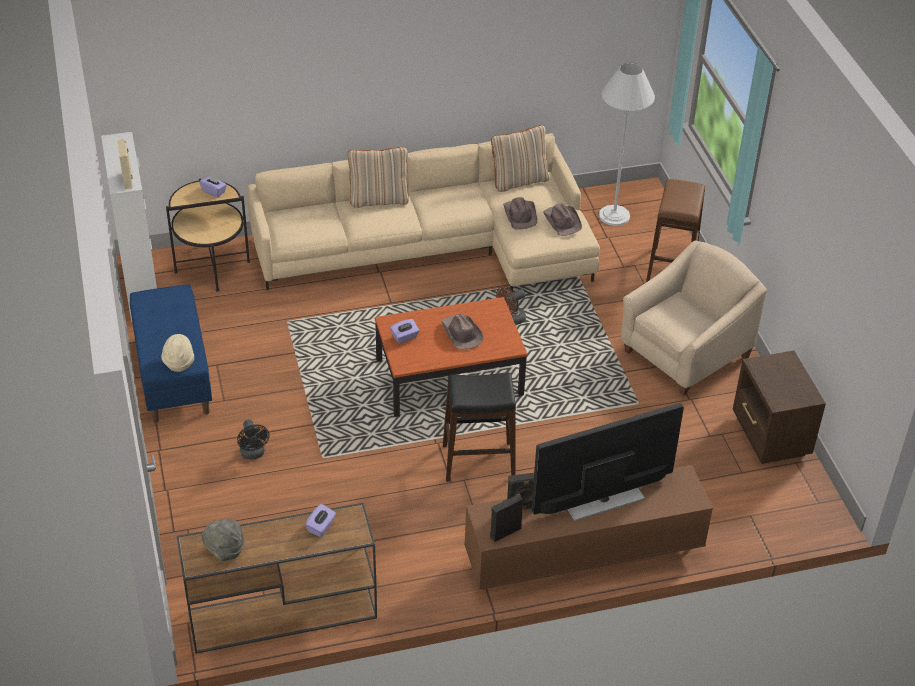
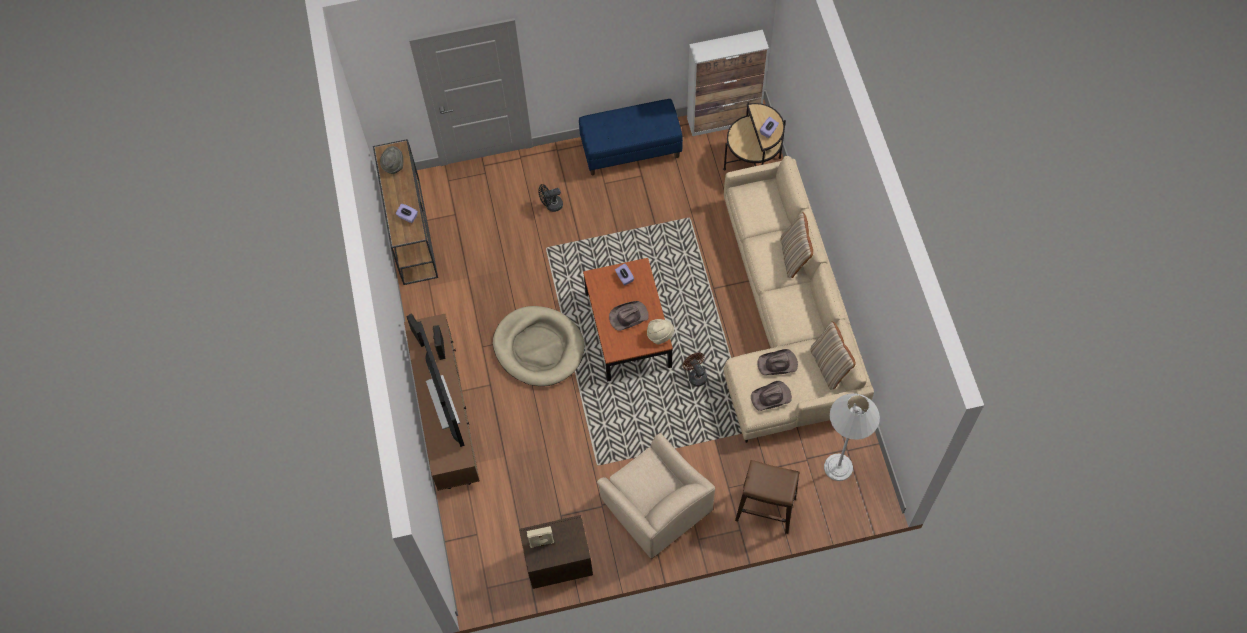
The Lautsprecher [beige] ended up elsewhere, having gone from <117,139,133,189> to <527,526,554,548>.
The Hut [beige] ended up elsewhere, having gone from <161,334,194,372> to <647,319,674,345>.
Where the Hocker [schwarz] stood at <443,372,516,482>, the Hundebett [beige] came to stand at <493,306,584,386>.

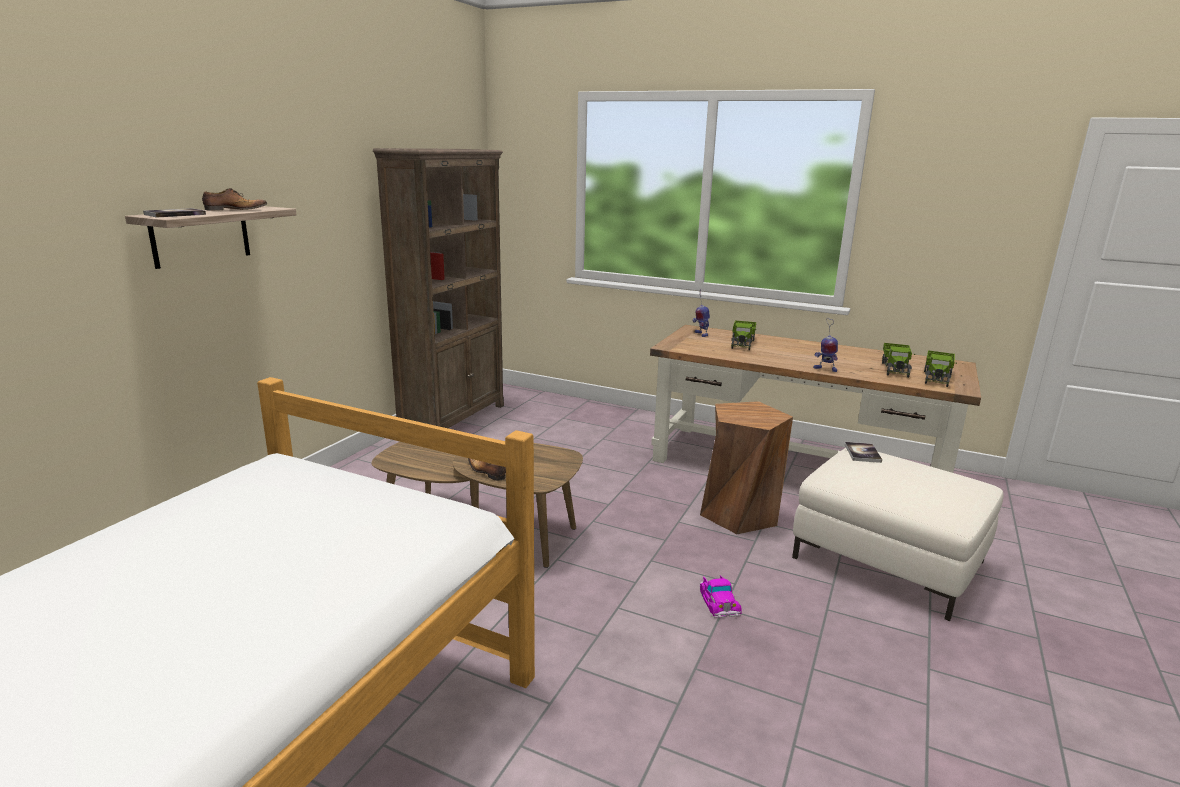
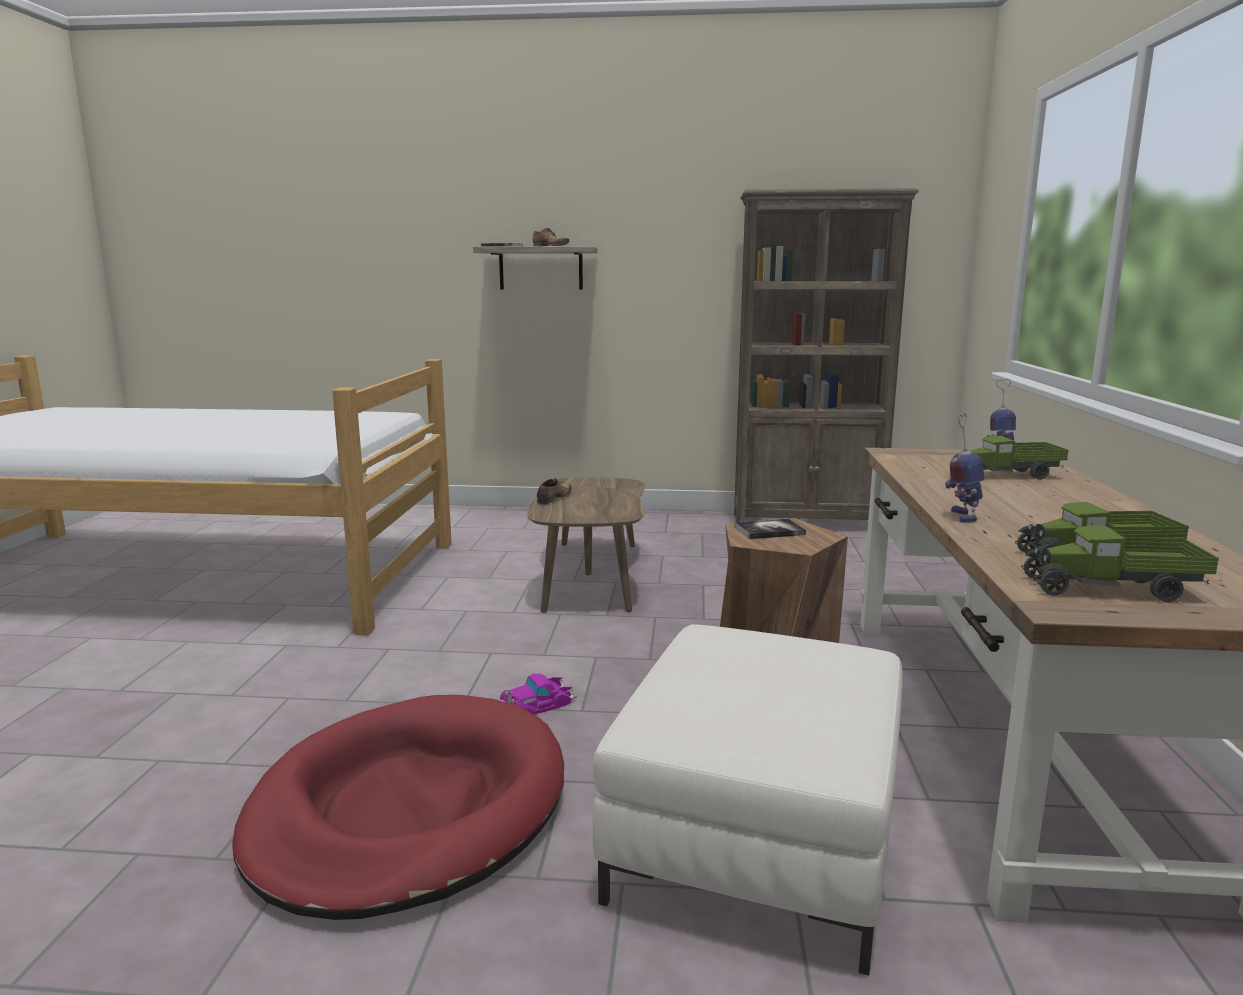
The second view gained the Hundebett [rot] at <232,695,564,920>.
The Buch ended up elsewhere, having gone from <845,442,882,463> to <735,519,806,539>.

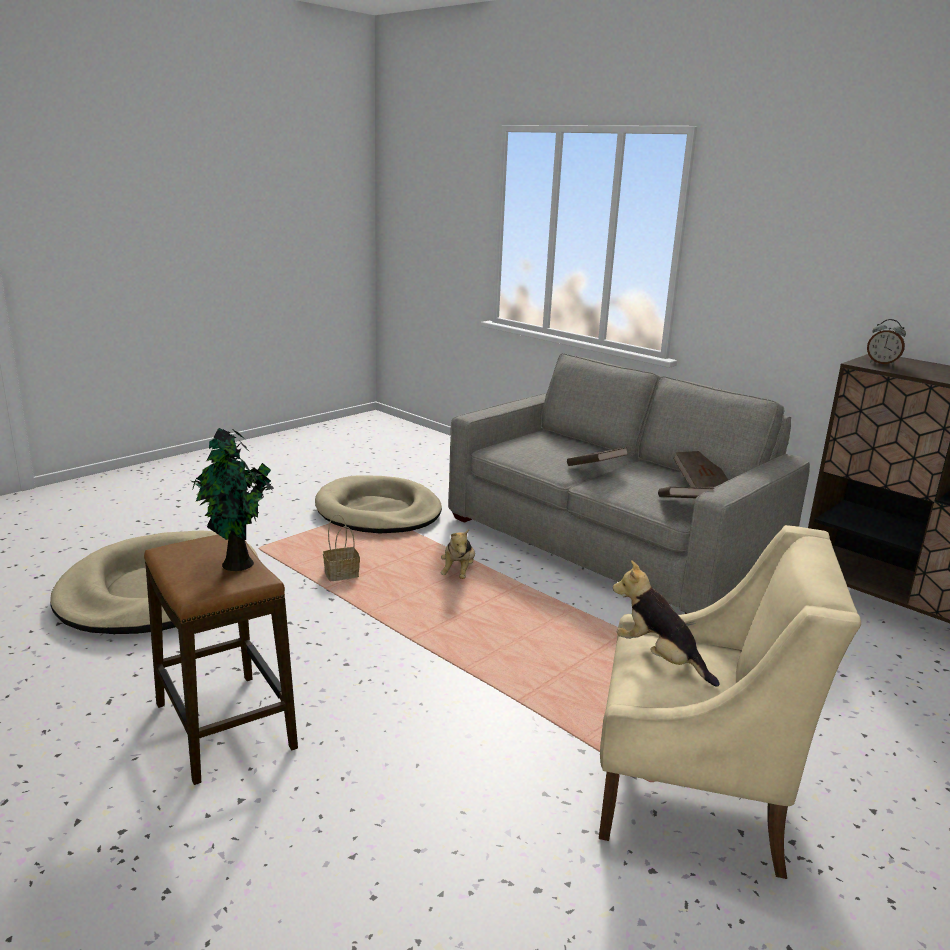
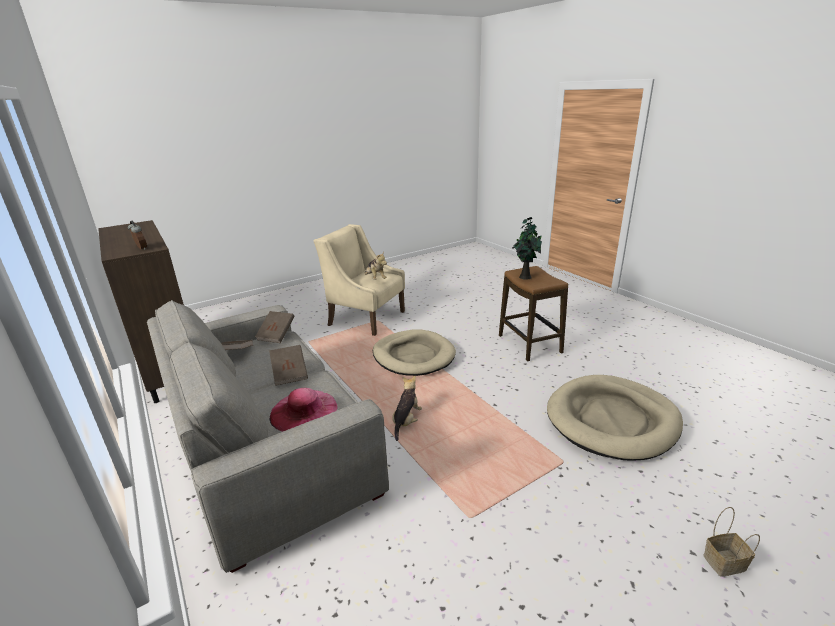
The second view gained the Hut [rosa] at <270,388,338,432>.
The Hundebett [beige] ended up elsewhere, having gone from <315,475,442,533> to <373,329,456,376>.
The Korb ended up elsewhere, having gone from <323,514,360,581> to <703,507,760,576>.

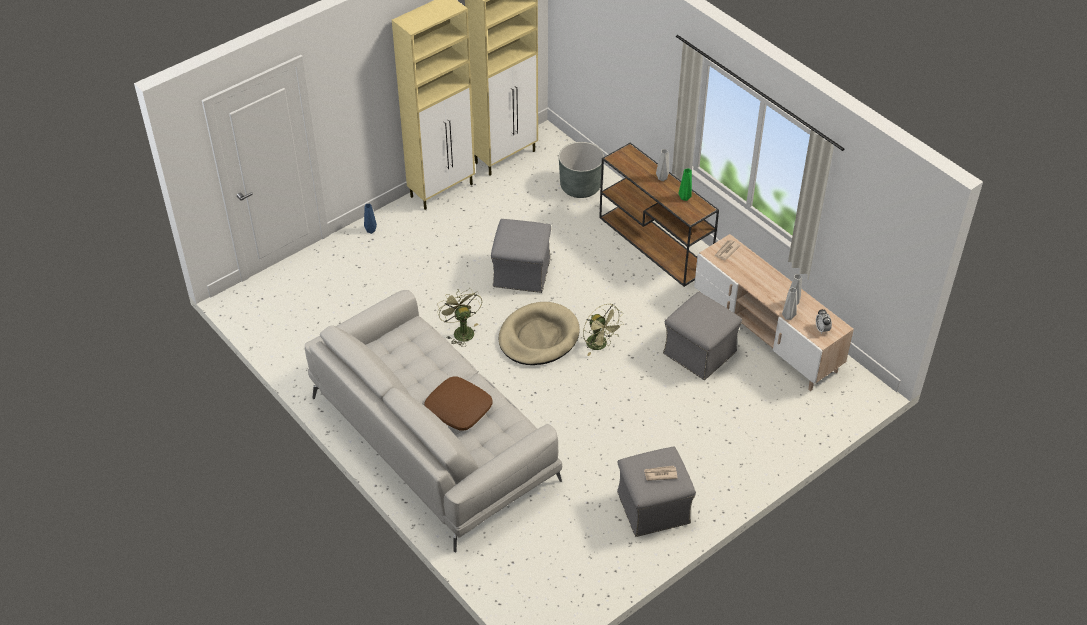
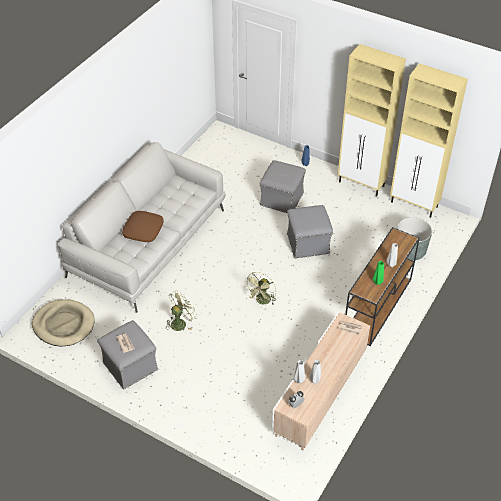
The Ventilator [grün] ended up elsewhere, having gone from <437,288,482,347> to <166,290,197,331>.
The Hundebett [beige] ended up elsewhere, having gone from <498,302,580,365> to <32,299,95,346>.
The Polsterhocker [grau] ended up elsewhere, having gone from <663,292,742,380> to <260,160,306,213>.

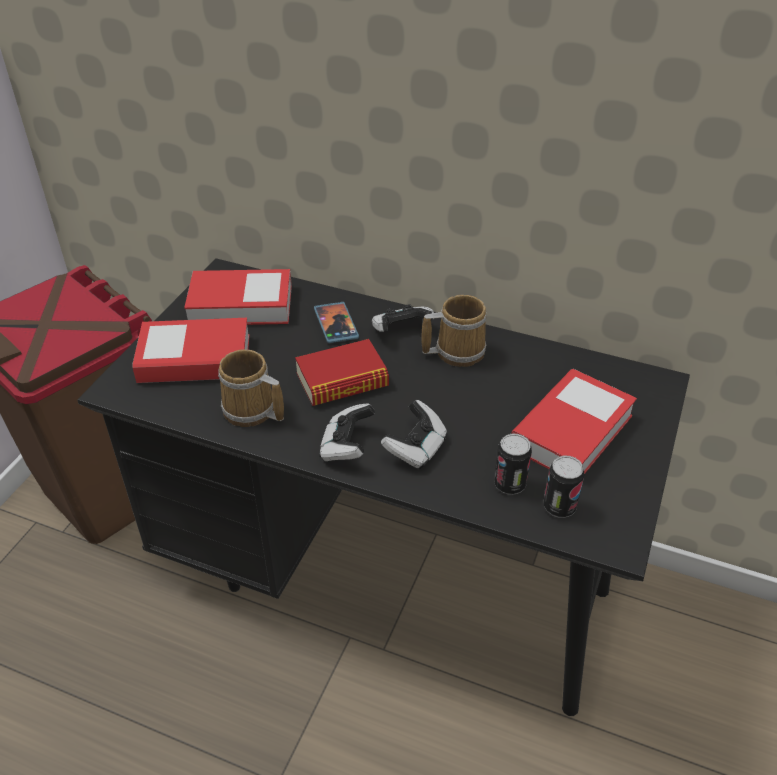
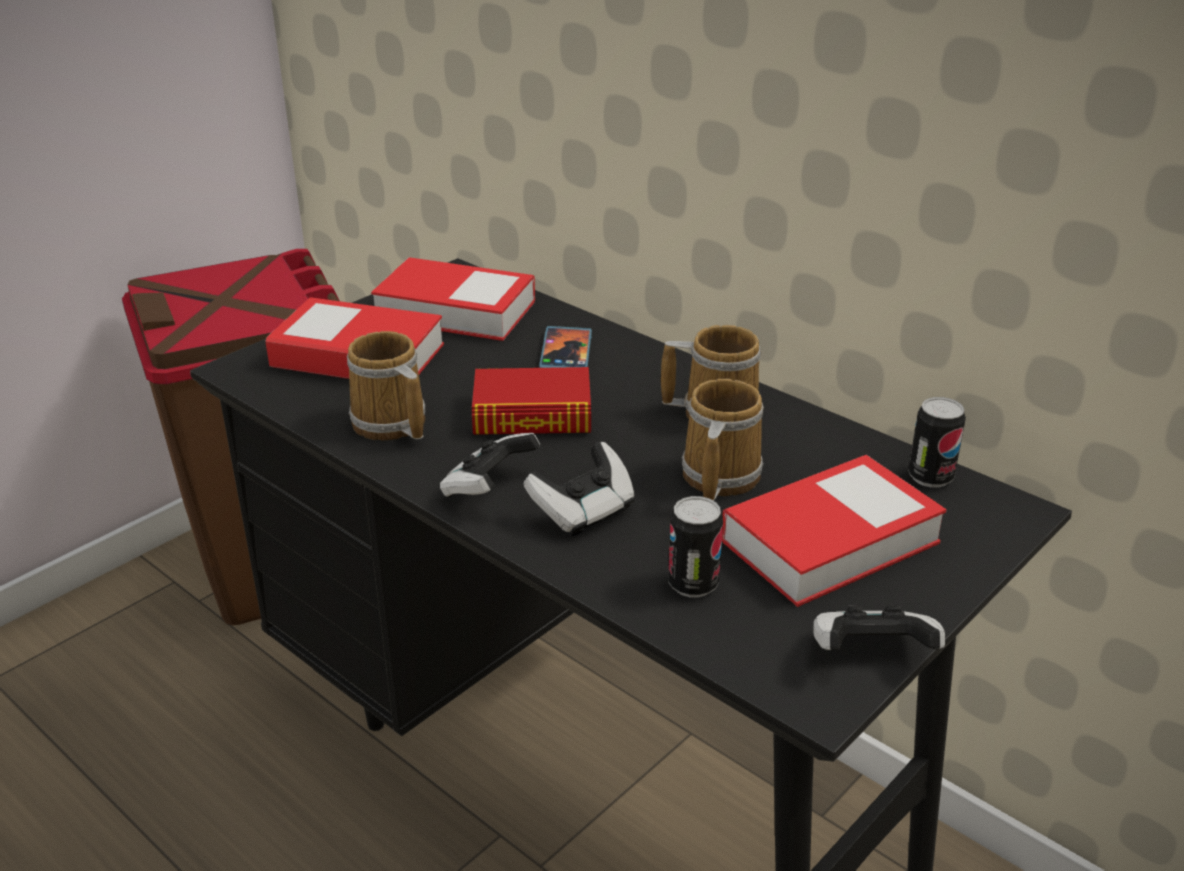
The second view gained the Henkelbecher at <682,379,764,501>.
The Gamepad ended up elsewhere, having gone from <372,304,435,332> to <813,605,945,650>.
The Dose ended up elsewhere, having gone from <543,455,585,518> to <908,397,966,487>.

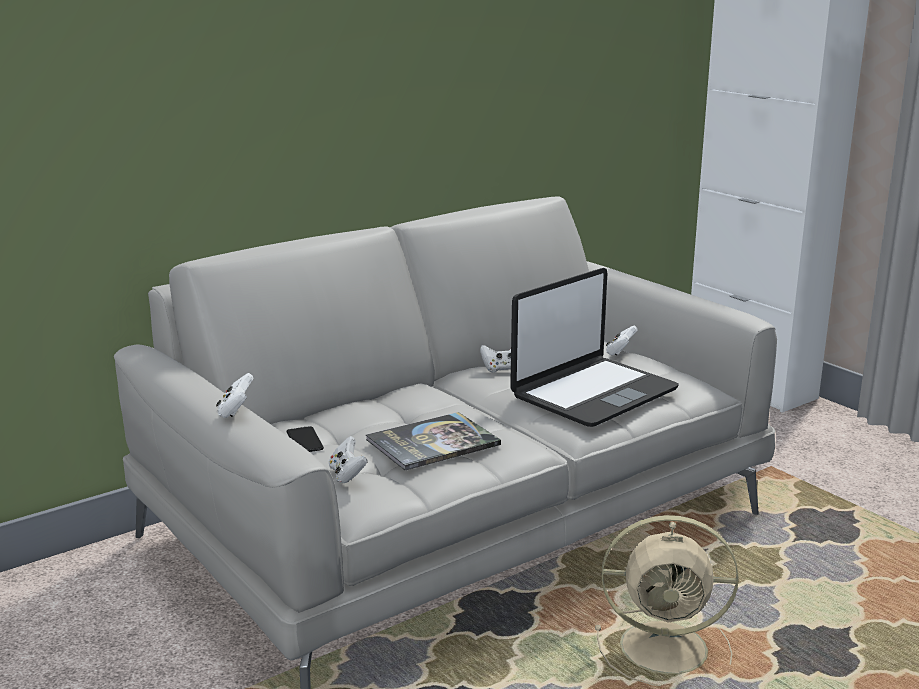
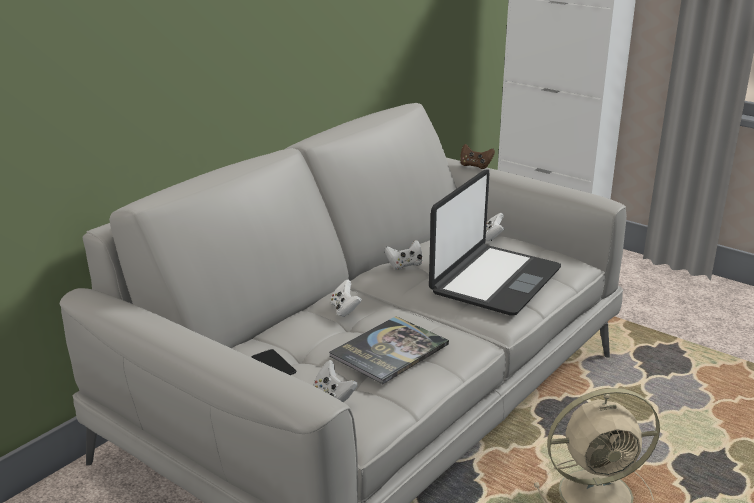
The second view gained the Gamepad [braun] at <460,144,495,169>.
The Gamepad [weiß] ended up elsewhere, having gone from <216,373,254,418> to <330,280,362,317>.

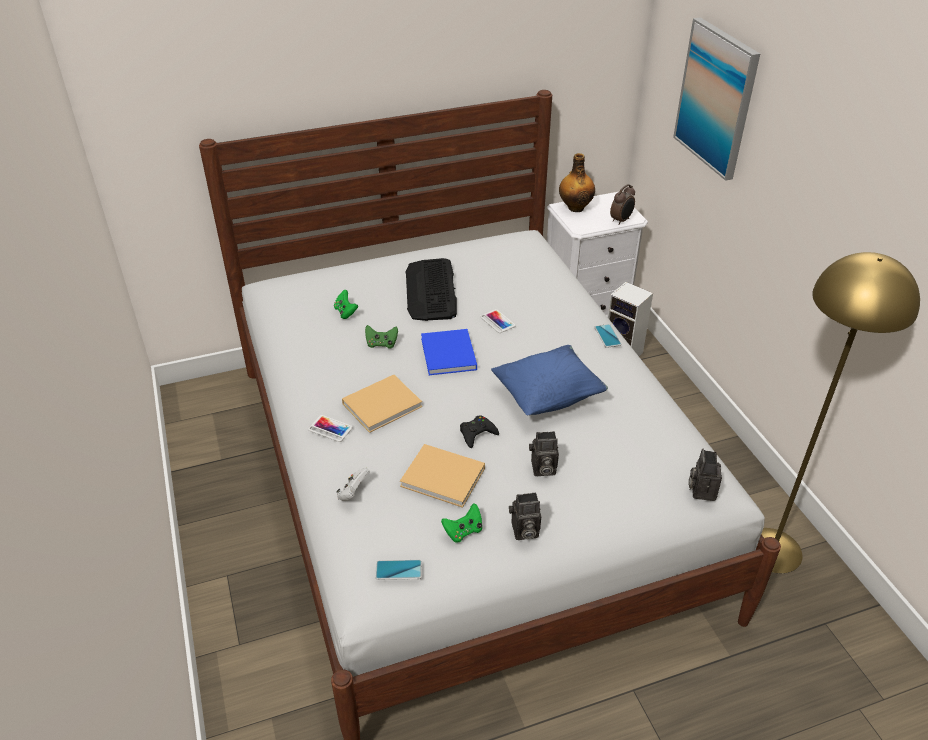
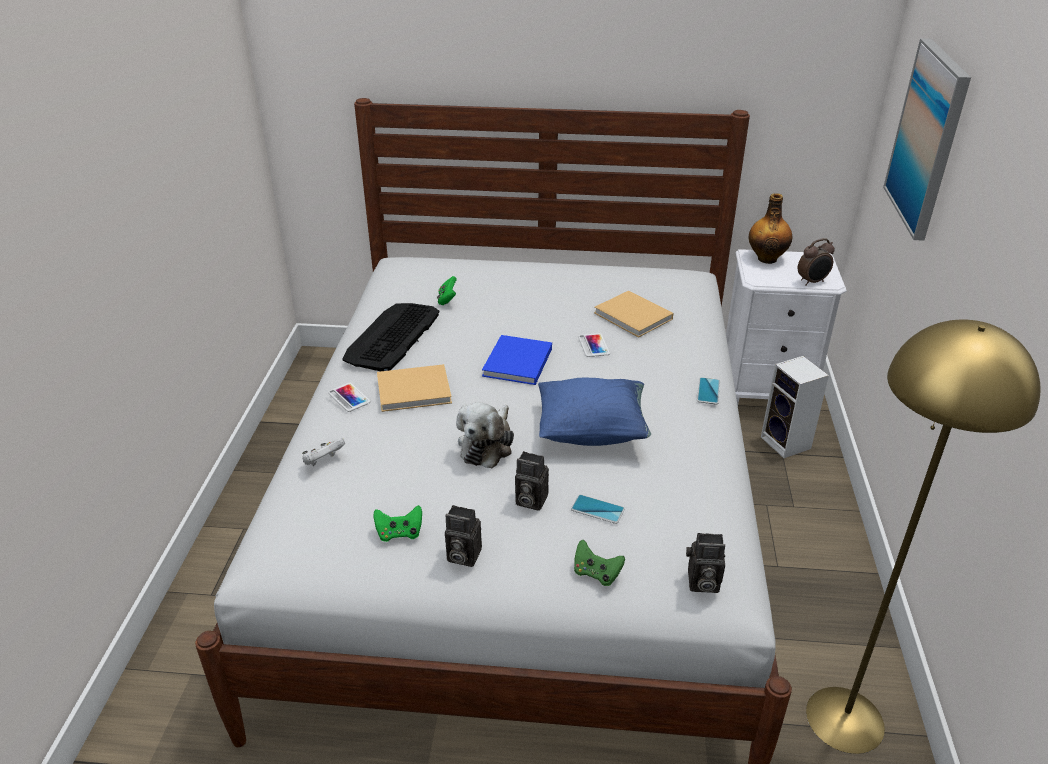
The Gamepad [grün] ended up elsewhere, having gone from <365,325,398,349> to <574,540,625,586>.
The Handy ended up elsewhere, having gone from <375,560,422,580> to <571,495,625,524>.
The Buch [beige] ended up elsewhere, having gone from <400,444,485,508> to <594,291,673,338>.
The Tastatur ended up elsewhere, having gone from <405,258,457,321> to <342,303,439,372>.
Where the Gamepad [schwarz] stood at <460,415,499,448>, the Plüschtier came to stand at <456,402,514,468>.
The Kamera at <688,449,722,501> ended up facing another way, 120 degrees counterclockwise from before.

